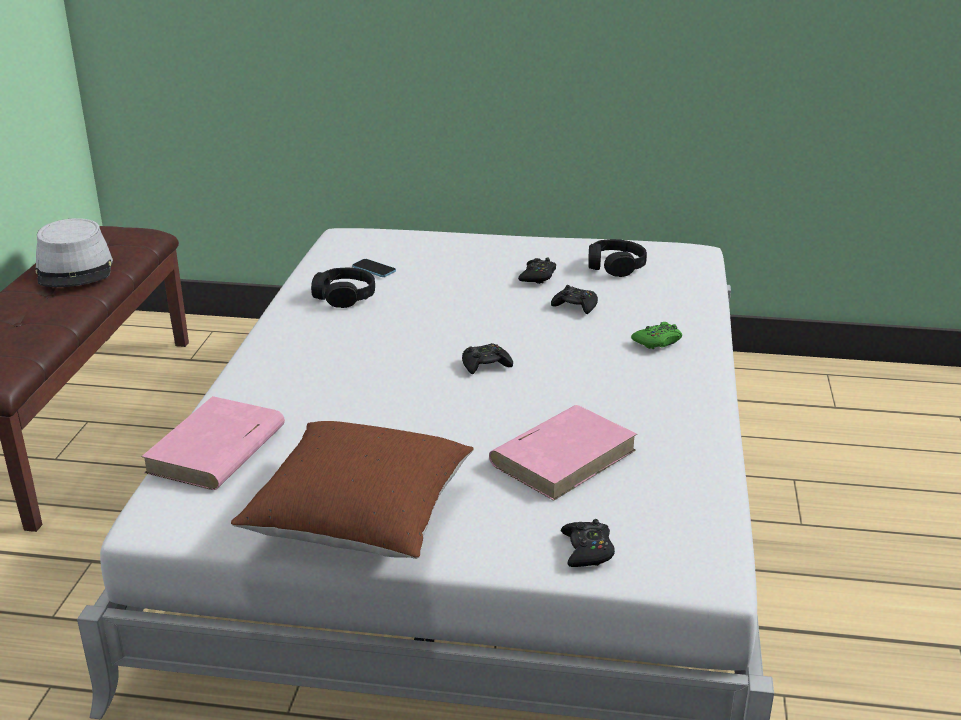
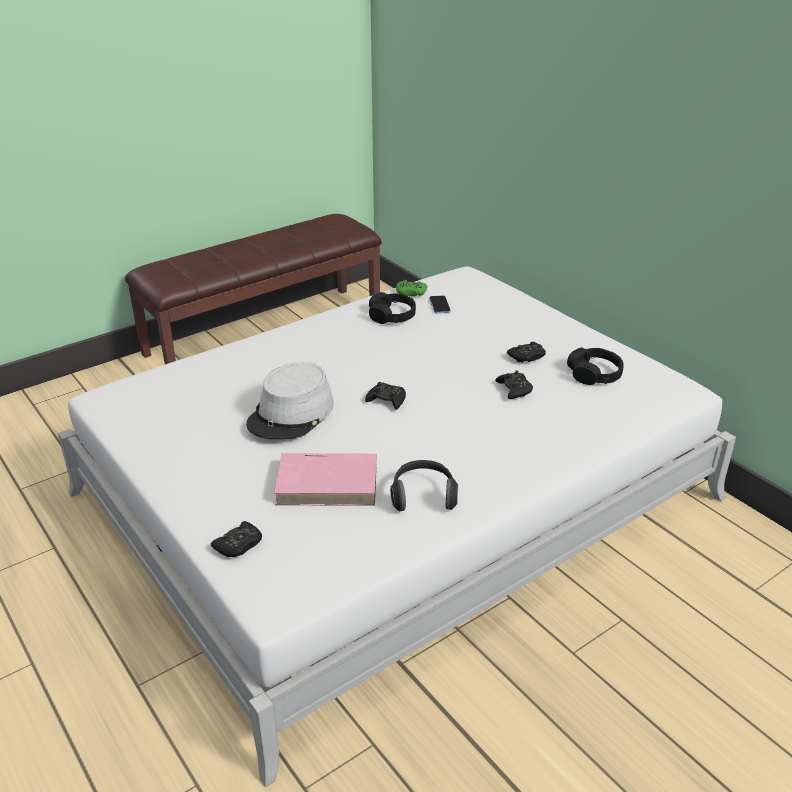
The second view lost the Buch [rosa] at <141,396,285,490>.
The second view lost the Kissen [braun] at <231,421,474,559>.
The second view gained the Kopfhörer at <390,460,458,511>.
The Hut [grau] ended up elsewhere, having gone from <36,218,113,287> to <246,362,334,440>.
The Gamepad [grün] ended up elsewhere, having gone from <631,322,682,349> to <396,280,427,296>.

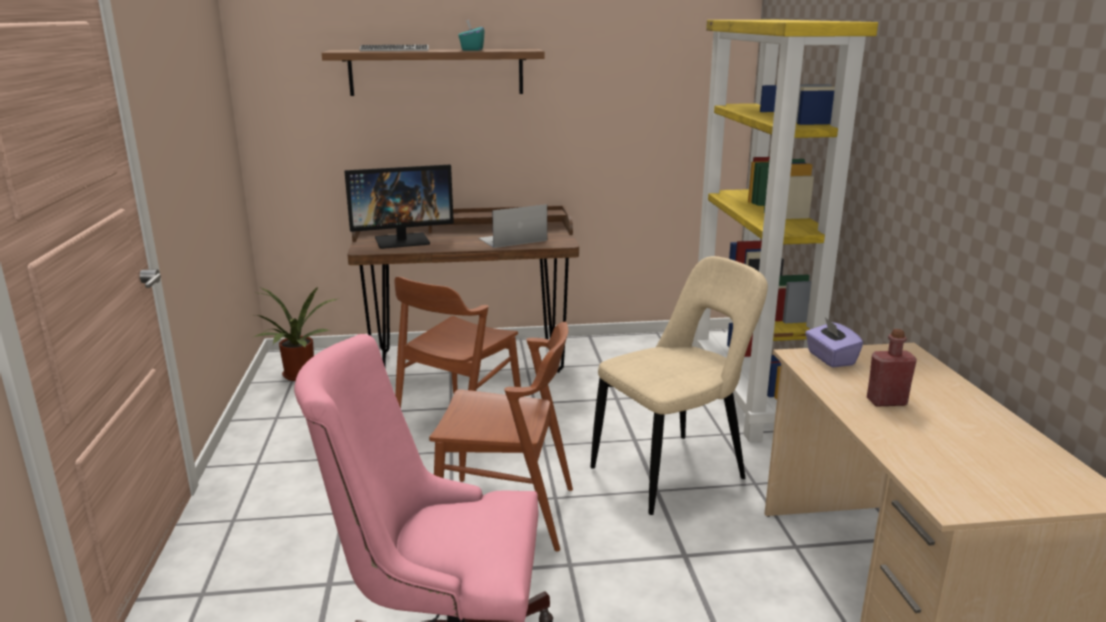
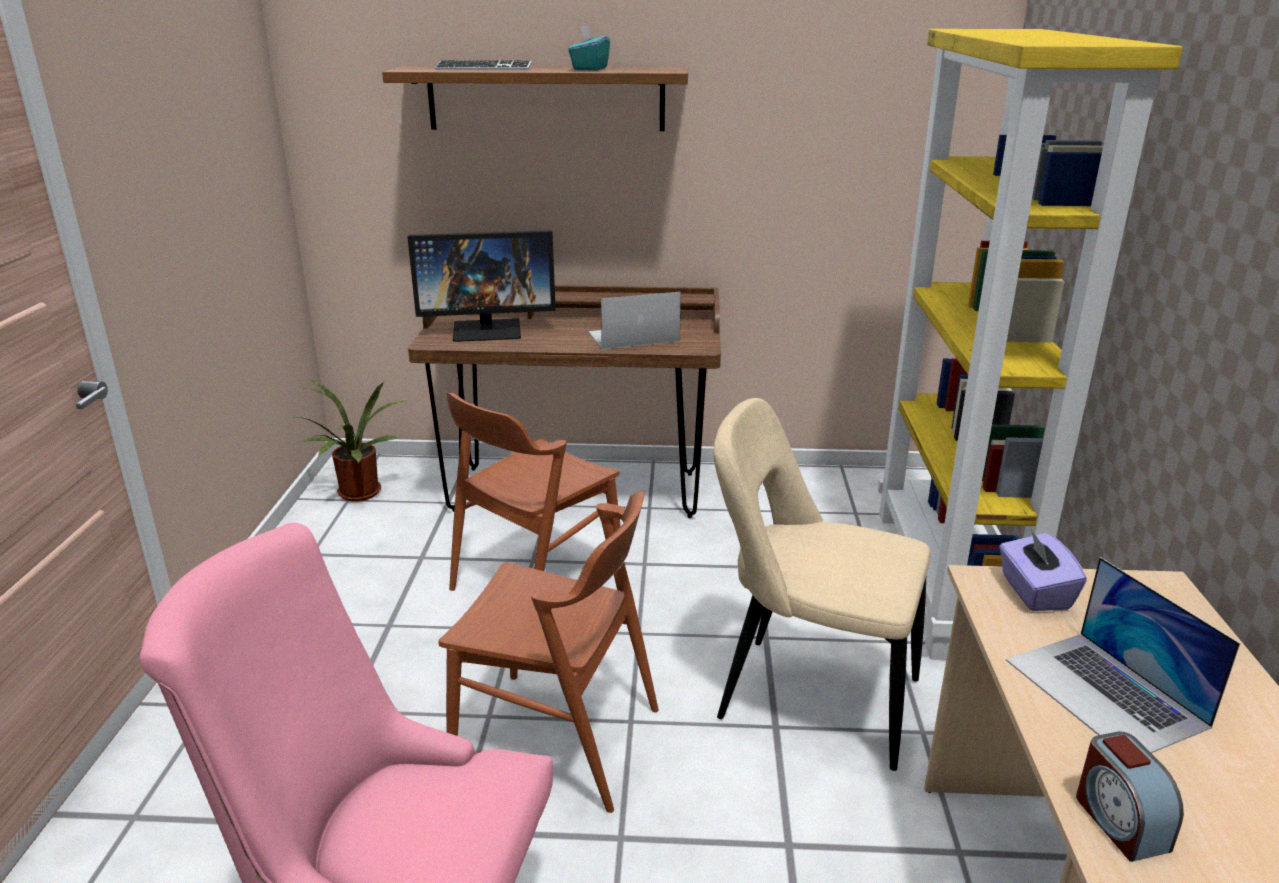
The second view gained the Wecker at <1076,731,1184,862>.
Where the Flasche [rot] stood at <867,329,917,406>, the Laptop came to stand at <1006,557,1240,753>.
The Stuhl [beige] at <591,256,768,515> ended up facing another way, 135 degrees counterclockwise from before.

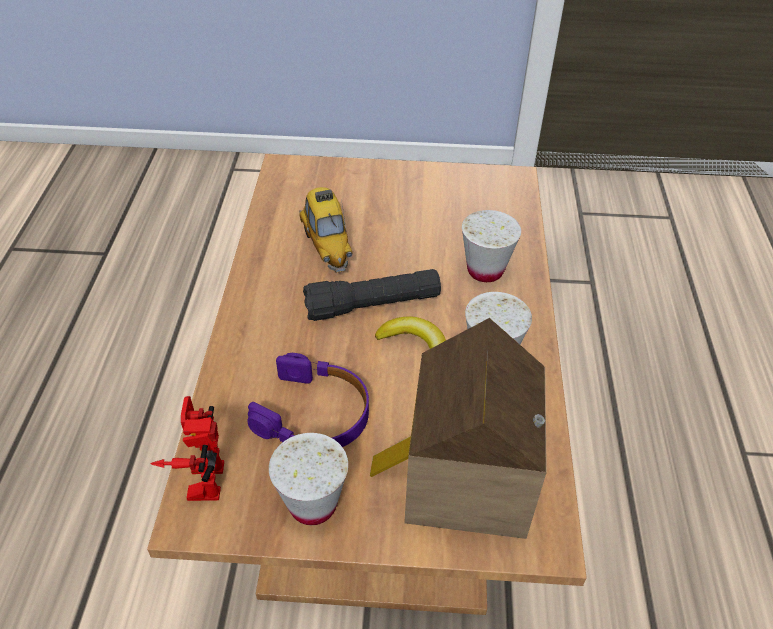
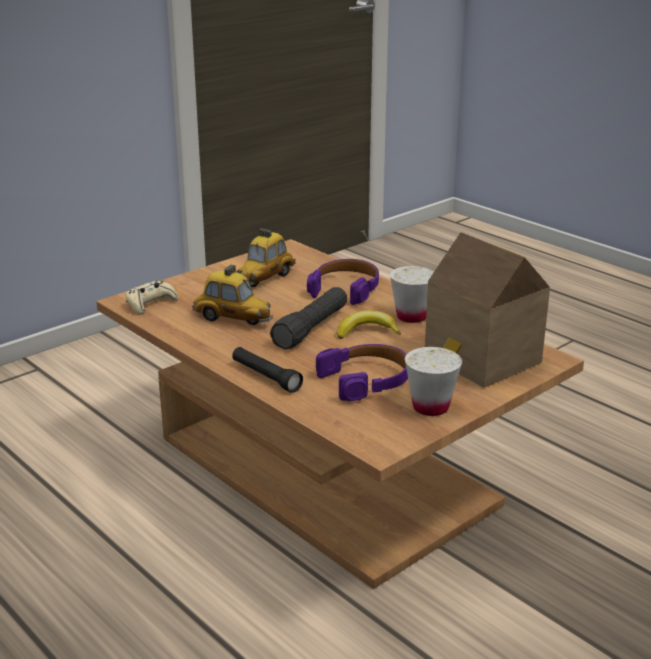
The second view lost the Spielzeugroboter at <150,396,224,501>.
The second view gained the Gamepad [beige] at <126,280,178,315>.
The second view gained the Taschenlampe [schwarz] at <232,347,303,393>.
The second view gained the Spielzeugauto at <236,228,296,287>.
Where the Tasse [weiß] stood at <462,210,521,282>, the Kopfhörer [lila] came to stand at <307,259,379,305>.

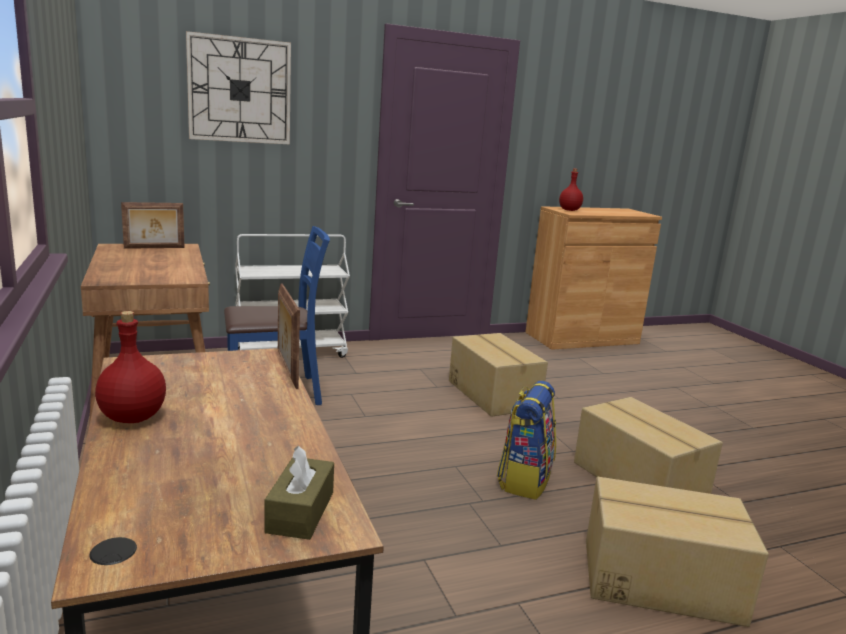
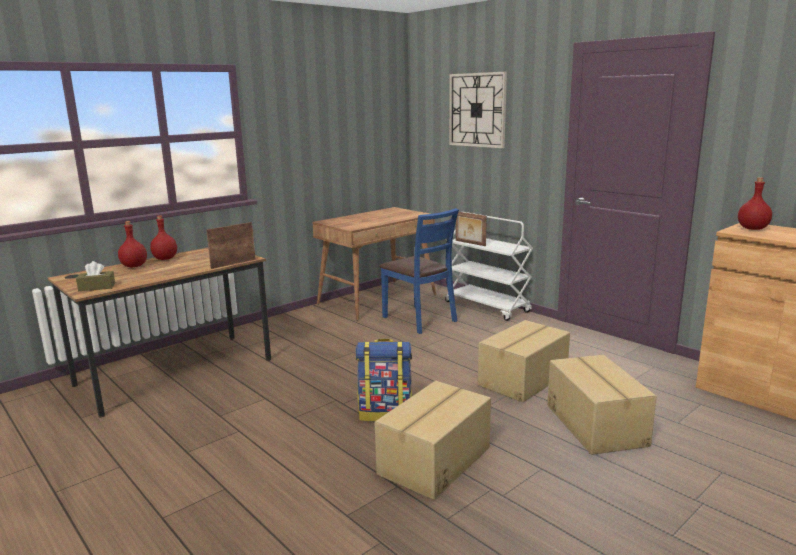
The second view gained the Flasche [rot] at <118,221,147,267>.
The Bilderrahmen ended up elsewhere, having gone from <121,202,185,249> to <456,212,487,246>.
The Karton ended up elsewhere, having gone from <586,477,769,627> to <547,355,657,455>.

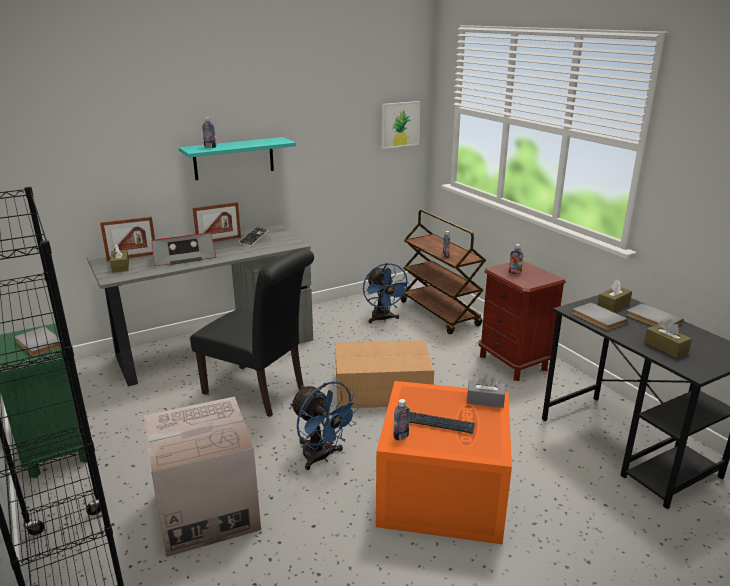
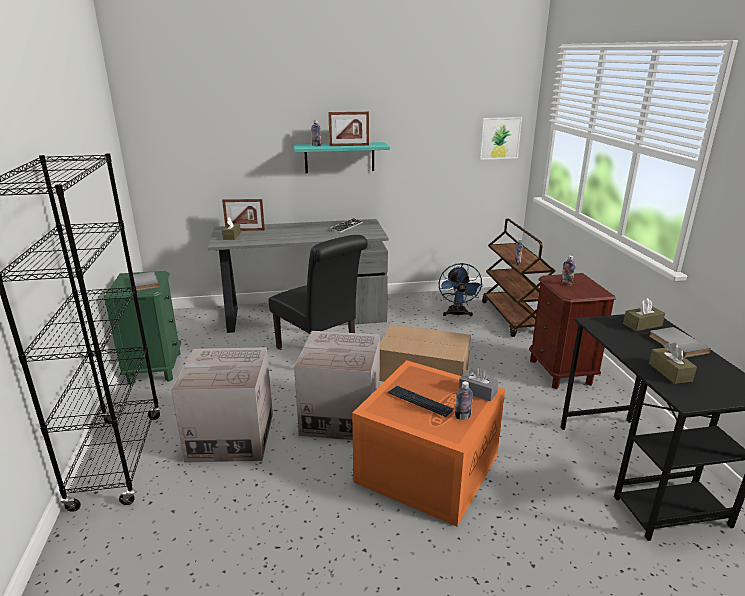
The second view lost the Radio at <152,233,216,266>.
The second view lost the Buch [grau] at <572,302,628,330>.
The Bilderrahmen ended up elsewhere, having gone from <193,202,241,242> to <328,112,369,146>.
The Flasche ended up elsewhere, having gone from <393,399,410,440> to <455,381,473,420>.
Where the Ventilator [blau] stood at <290,381,360,470>, the Karton came to stand at <294,331,380,440>.

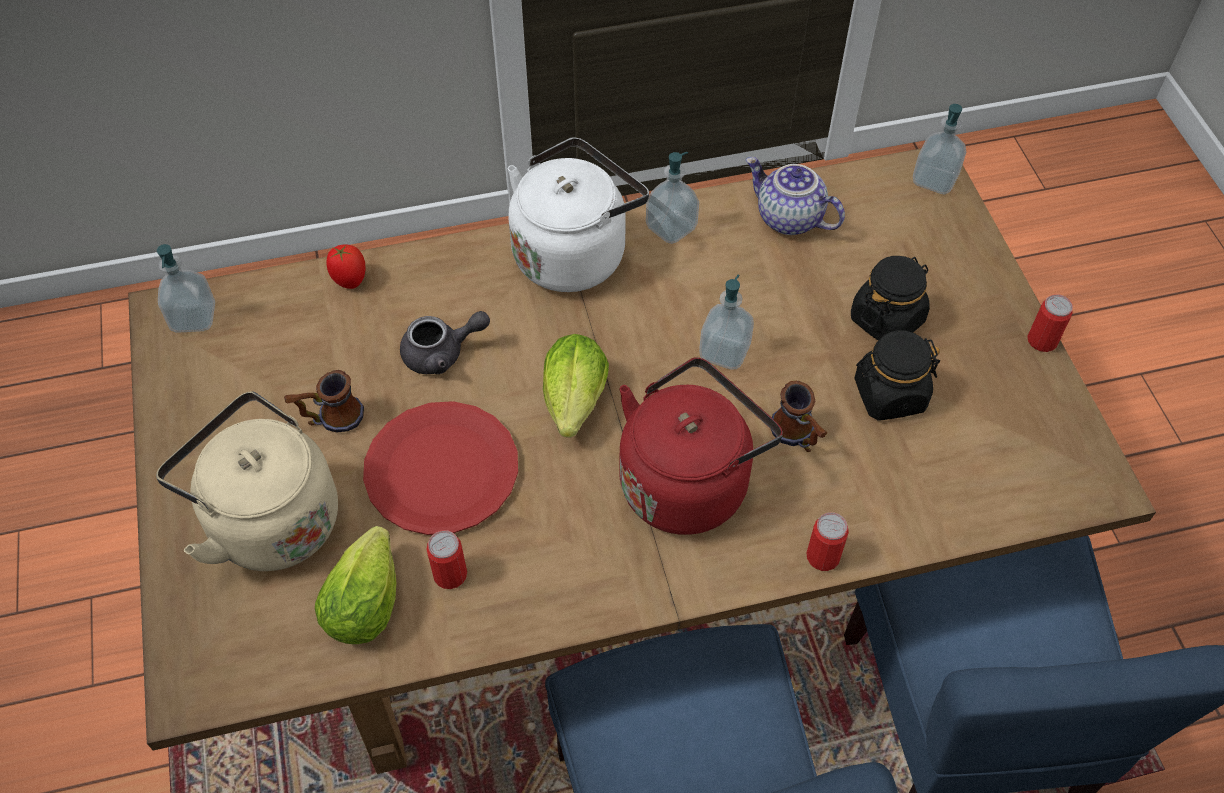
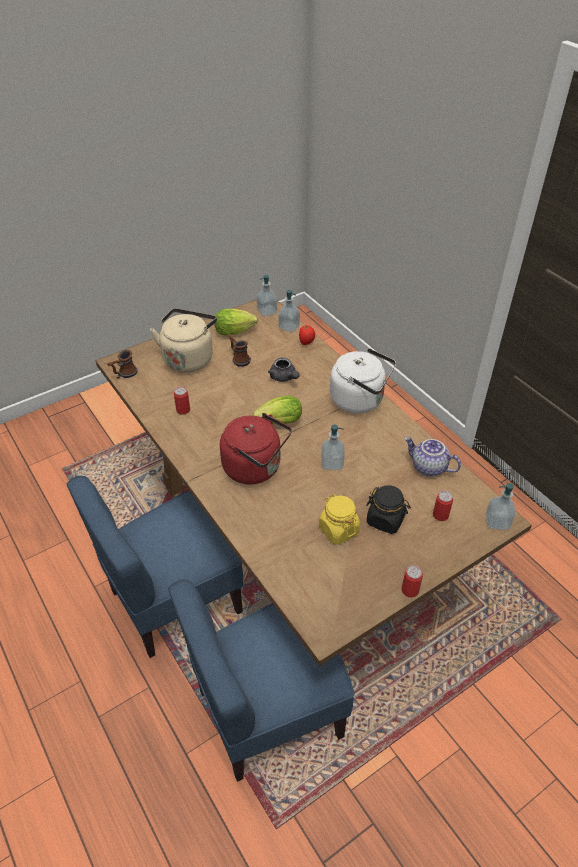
The second view lost the Teller [rot] at <363,401,518,535>.
The Salatkopf ended up elsewhere, having gone from <315,526,396,644> to <214,309,258,335>.
The Seifenspender ended up elsewhere, having gone from <646,152,699,244> to <278,290,300,332>.
The Henkelbecher ended up elsewhere, having gone from <771,381,828,452> to <107,350,137,378>.
The Dose ended up elsewhere, having gone from <807,512,849,571> to <433,491,453,521>.
What was the Vorratsglas [schwarz] at <854,330,940,421> turned into the Vorratsglas [gelb] at <319,494,360,545>.
The Teekanne at <746,157,845,235> ended up facing another way, 75 degrees counterclockwise from before.

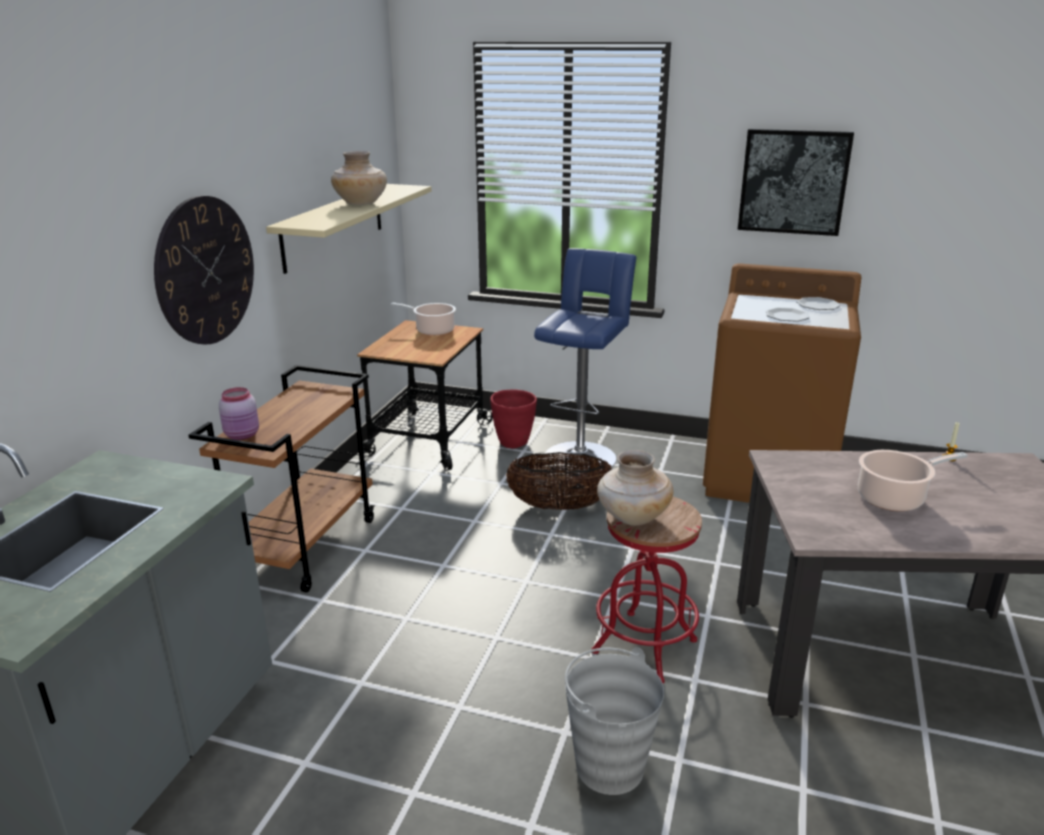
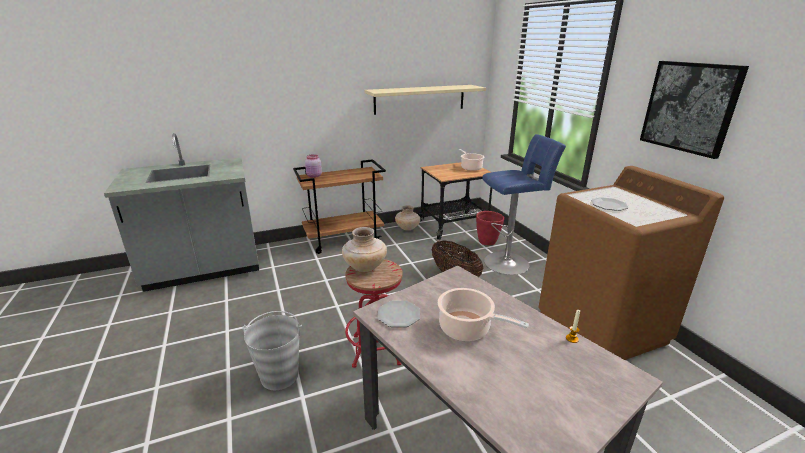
The second view lost the Wanduhr at <154,196,254,345>.
The Vase [beige] ended up elsewhere, having gone from <331,151,387,205> to <395,205,420,230>.
The Teller ended up elsewhere, having gone from <797,297,841,310> to <377,301,420,327>.

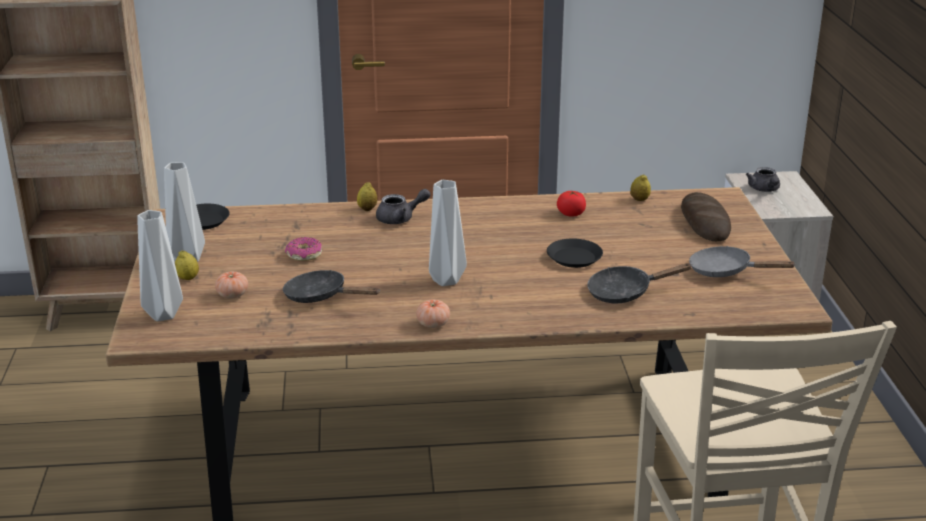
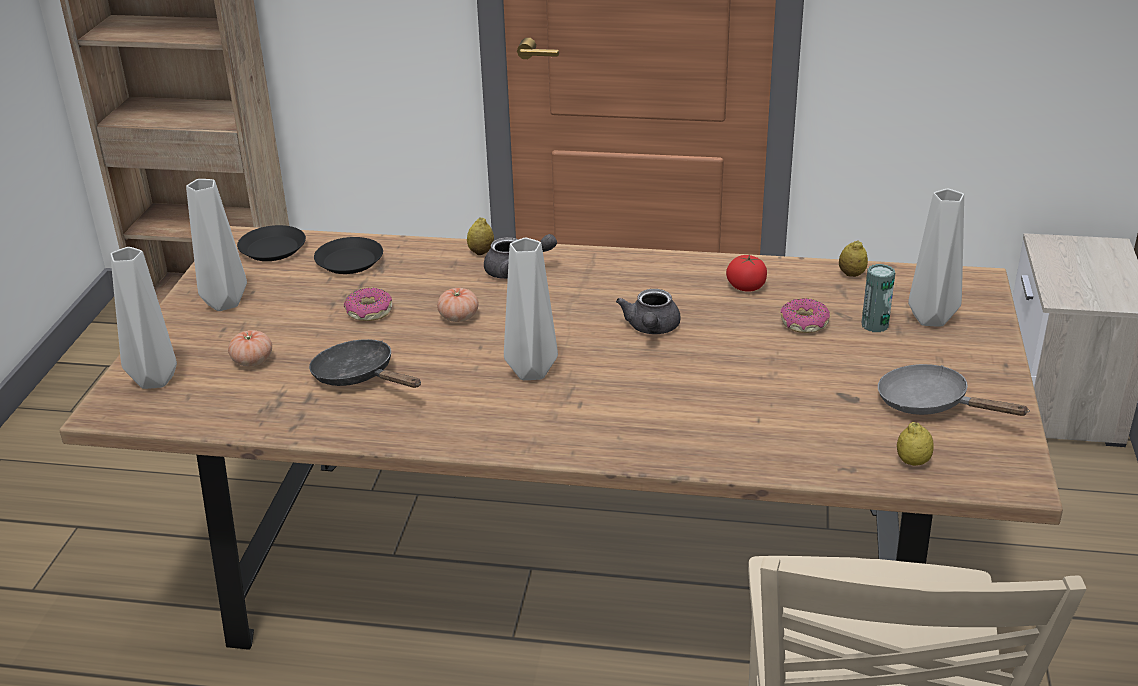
The second view lost the Pfanne [schwarz] at <587,263,693,303>.
The second view gained the Donut at <781,298,830,333>.
The second view gained the Dose at <861,264,895,332>.
The Zitrone ended up elsewhere, having gone from <175,251,199,280> to <897,422,934,466>.
The Tomate ended up elsewhere, having gone from <416,300,450,328> to <437,288,479,322>.
The Teller [schwarz] ended up elsewhere, having gone from <547,239,603,268> to <314,237,383,274>.
The Teekanne [grau] ended up elsewhere, having gone from <746,167,780,192> to <616,289,680,334>.
Where the Brot stood at <681,192,731,241>, the Vase [grau] came to stand at <908,189,964,327>.

